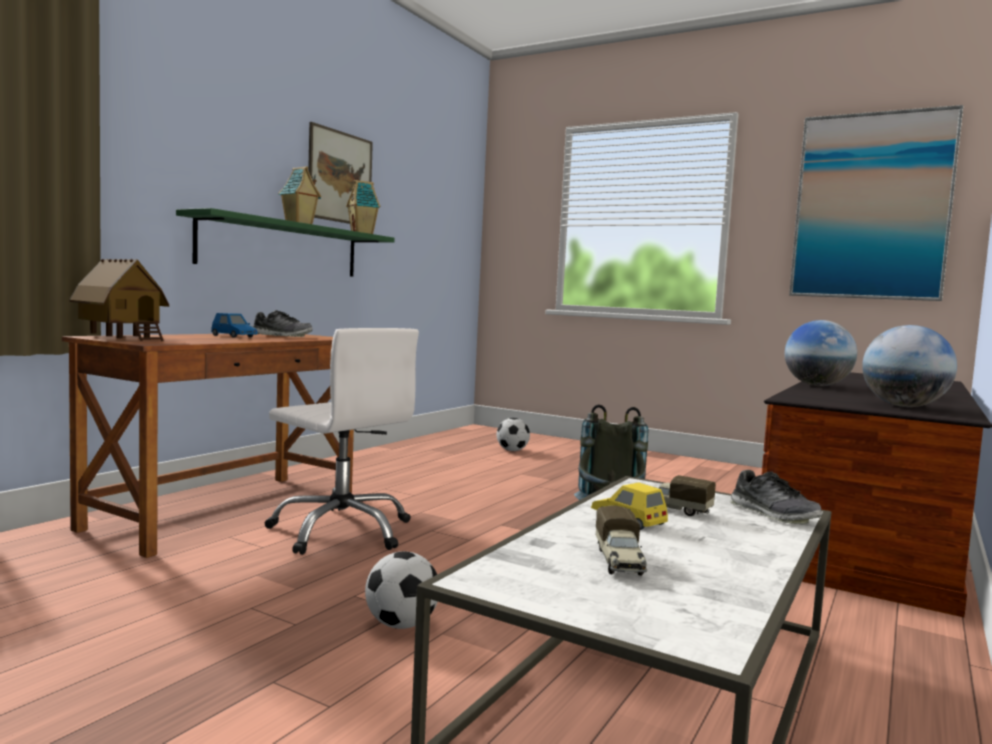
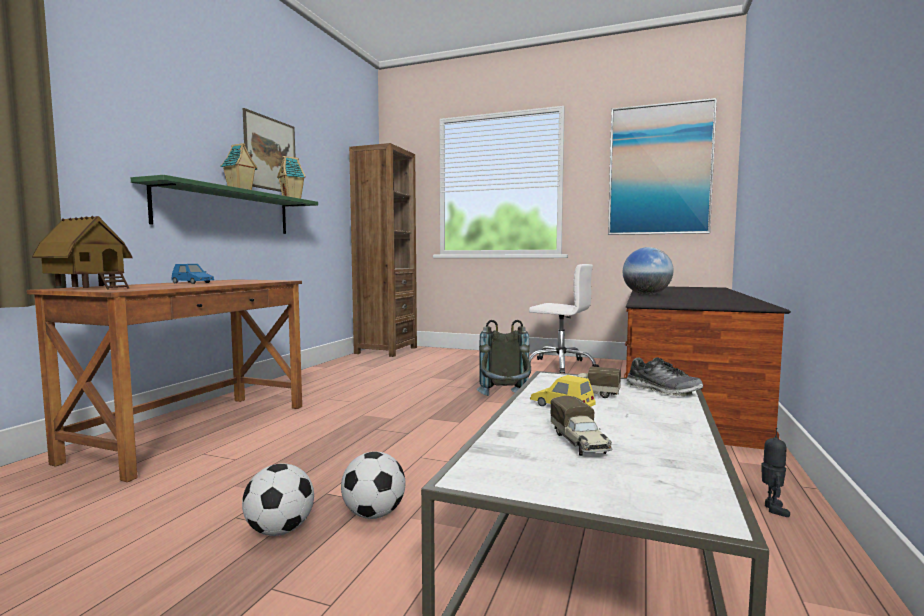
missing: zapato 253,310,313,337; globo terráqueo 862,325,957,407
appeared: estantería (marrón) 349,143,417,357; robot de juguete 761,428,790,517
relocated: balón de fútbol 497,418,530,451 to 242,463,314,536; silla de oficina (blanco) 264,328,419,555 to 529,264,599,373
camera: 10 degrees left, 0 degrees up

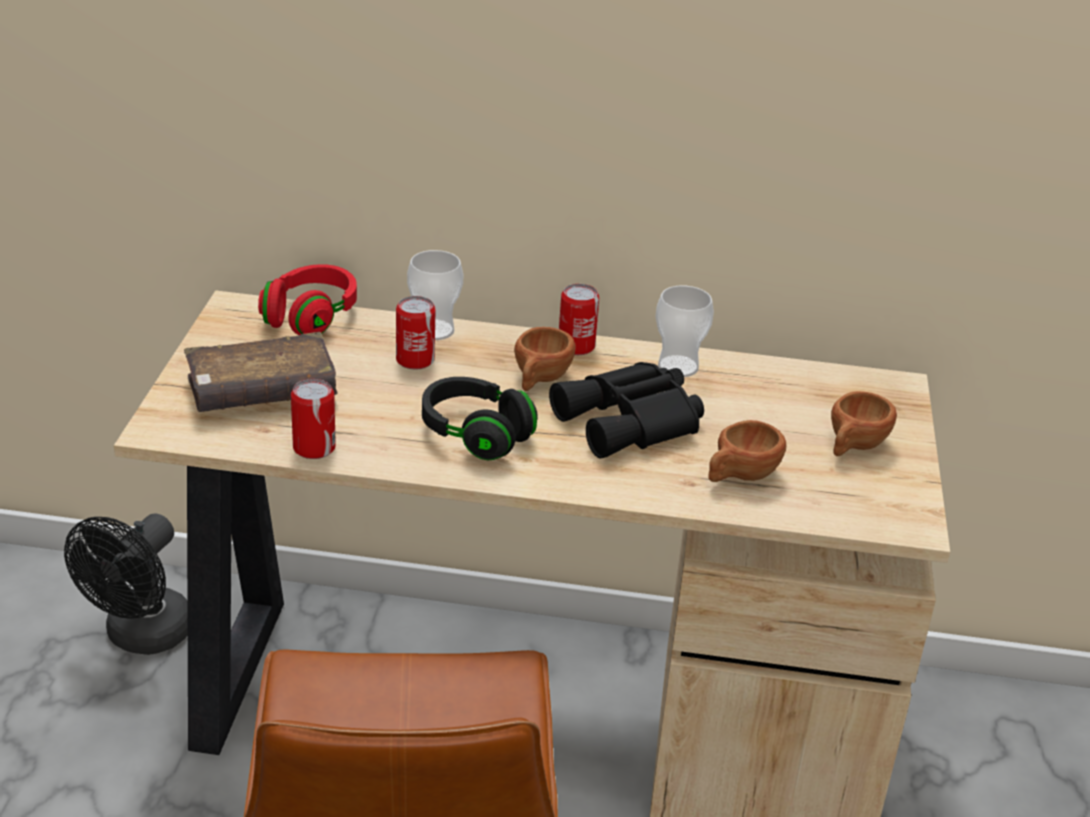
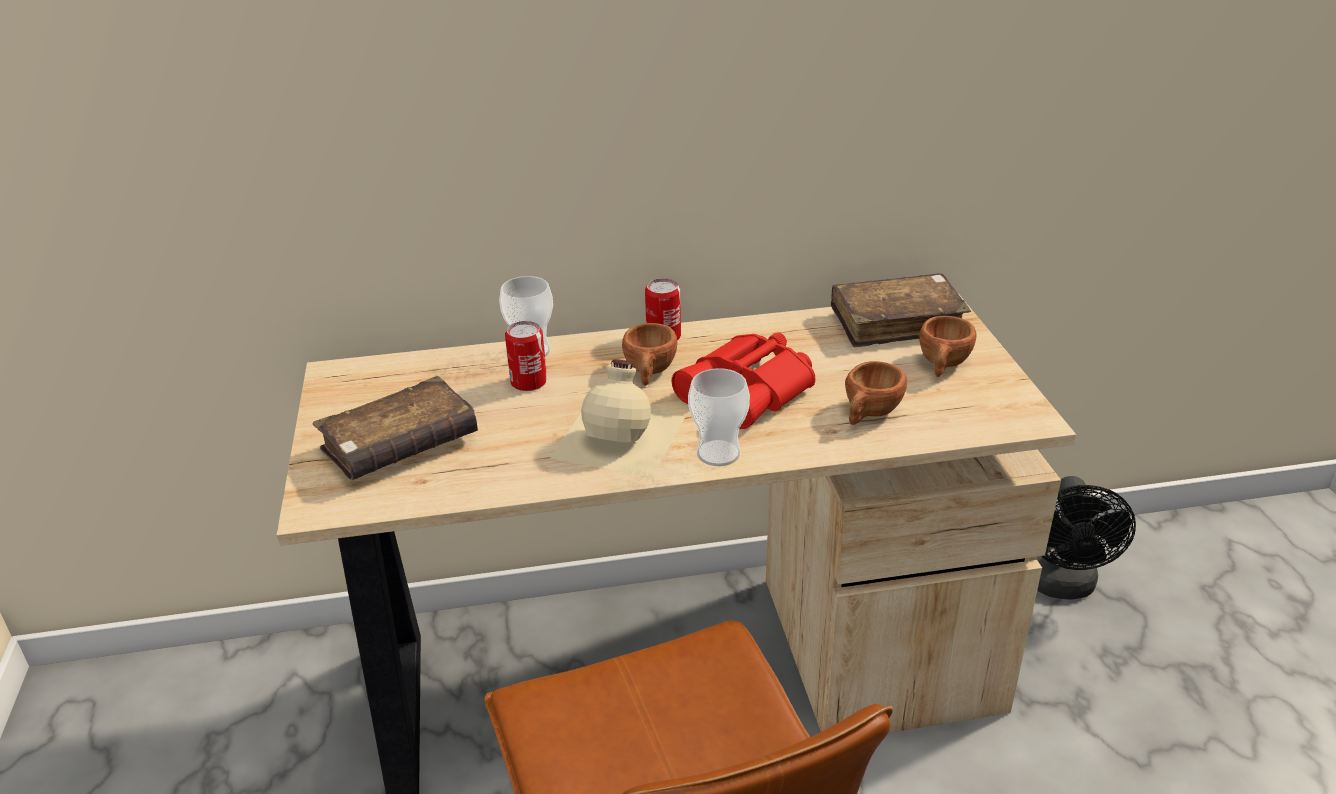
missing: auriculares (rojo) 258,264,357,335; lata 291,379,336,459
appeared: libro (marrón) 831,273,971,347
relocated: taza 656,285,714,377 to 688,368,750,466; ventilador (negro) 64,513,188,655 to 1037,476,1136,599
exchanged: auriculares (negro) 422,377,538,460 to botella (beis) 551,359,686,477
colour: prismáticos (negro) 549,362,704,459 to prismáticos (rojo) 672,333,815,429
camera: 15 degrees left, 0 degrees up

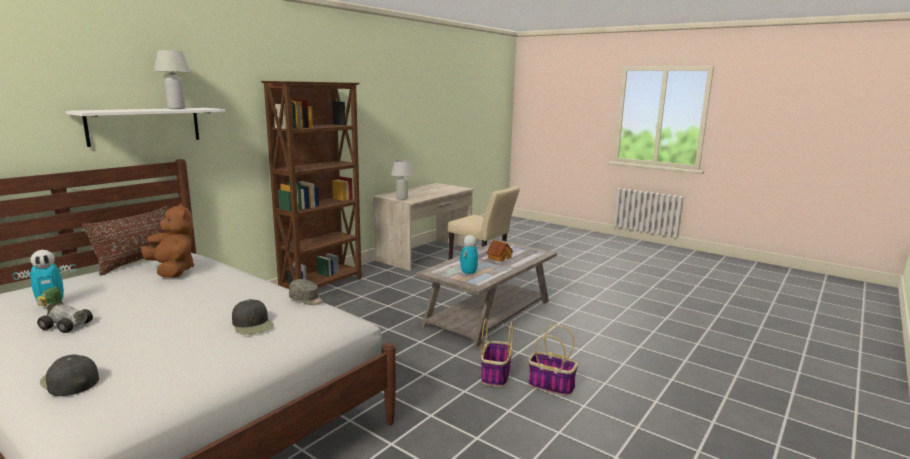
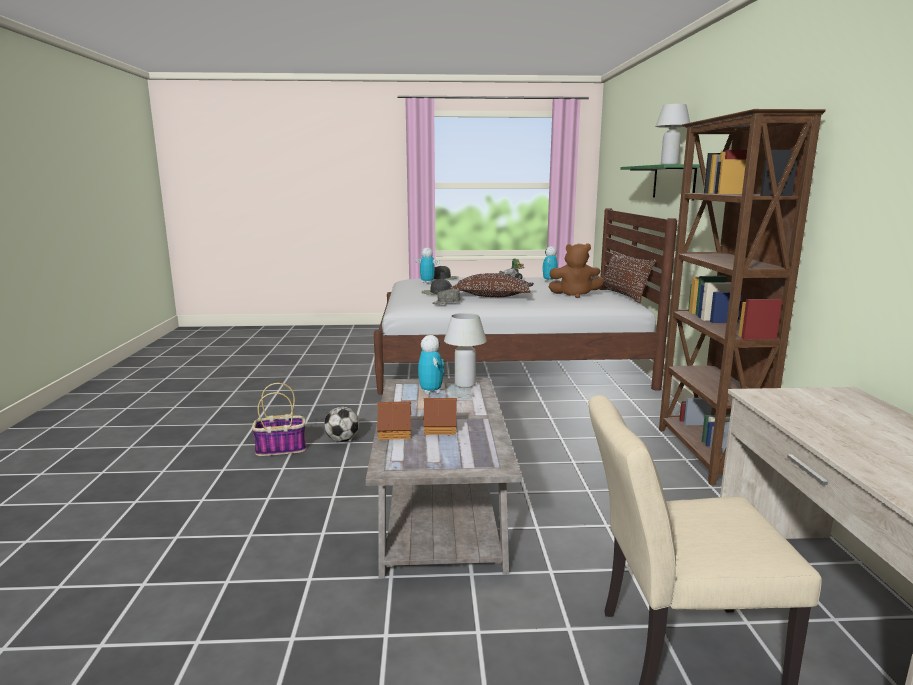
appeared: casita 377,401,411,440; robot de juguete 415,248,440,283; cojín (marrón) 450,273,534,297
relocated: lámpara de mesa (blanco) 391,160,414,200 to 444,313,487,388
exchanged: cesta 481,318,513,387 to balón de fútbol 324,406,359,442
colour: estante (blanco) 66,108,225,147 to estante (verde) 620,164,700,201
camera: 140 degrees right, 0 degrees up

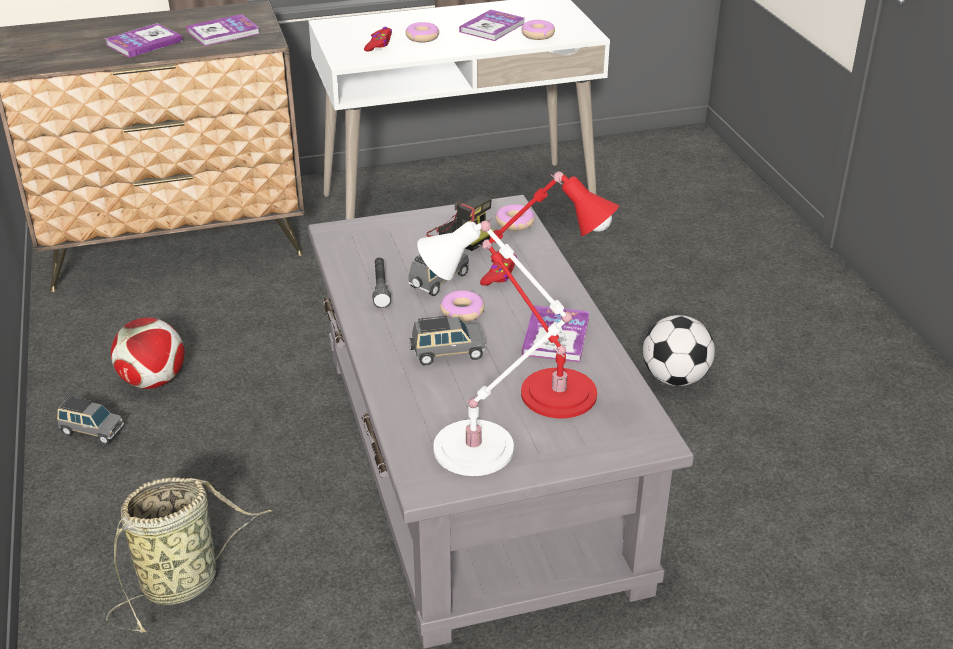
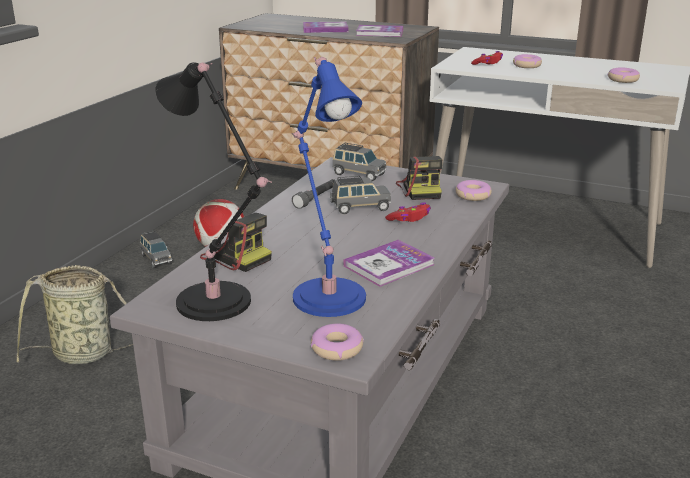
missing: libro 459,9,524,41; balón de fútbol 643,315,715,386
appeared: cámara 200,213,272,272
relocated: rosquilla 440,290,485,322 to 311,324,364,361; coche de juguete (gris) 409,316,485,366 to 332,143,386,181
colour: lámpara de mesa (blanco) 417,218,574,476 to lámpara de mesa (negro) 155,62,272,321; lámpara de mesa (rojo) 478,172,620,418 to lámpara de mesa (azul) 291,57,366,317
camera: 40 degrees right, 10 degrees down

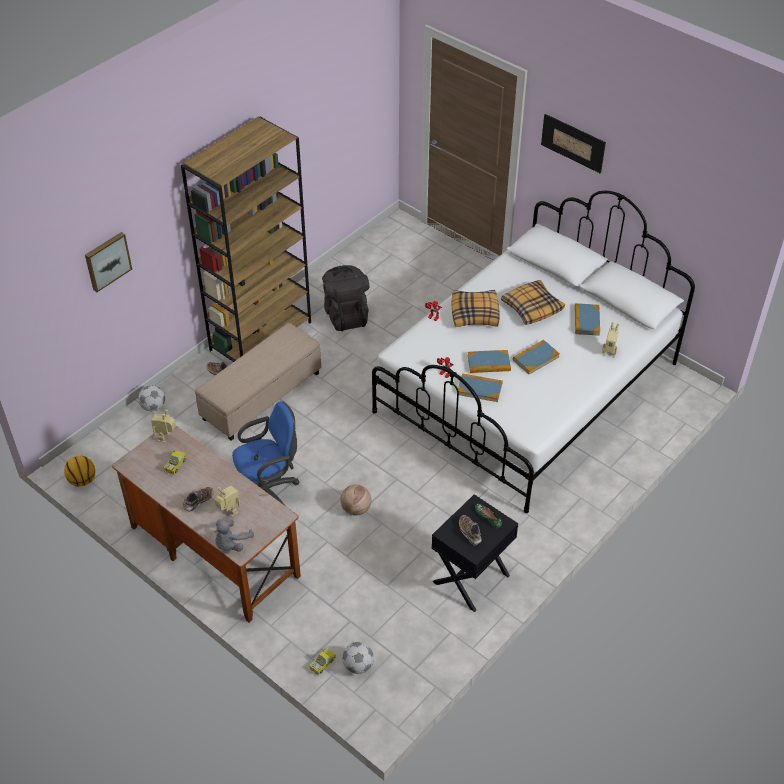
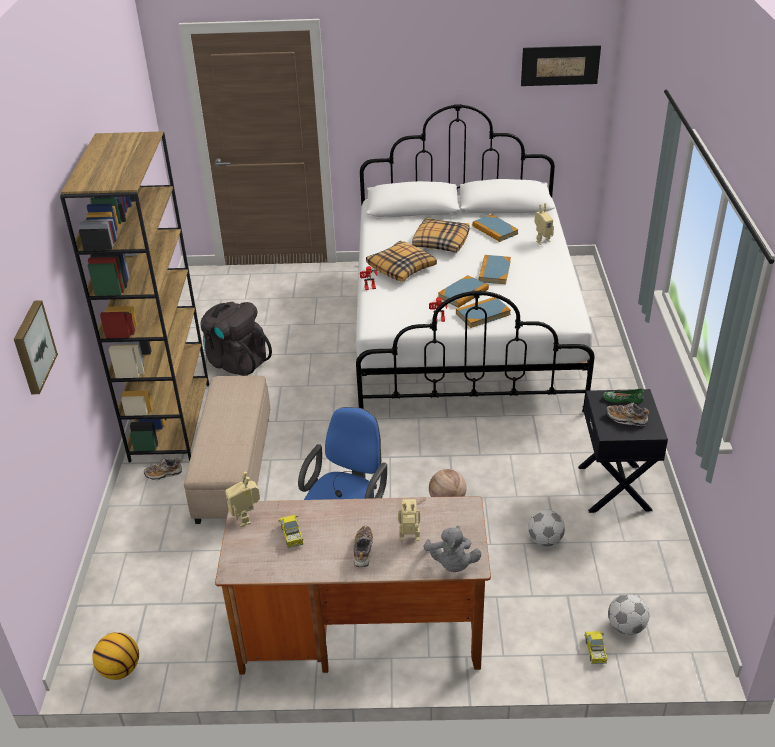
relocated: cuadro 541,114,606,173 to 521,45,601,86; balón de fútbol 138,385,165,412 to 528,509,565,546
camera: 40 degrees left, 10 degrees down

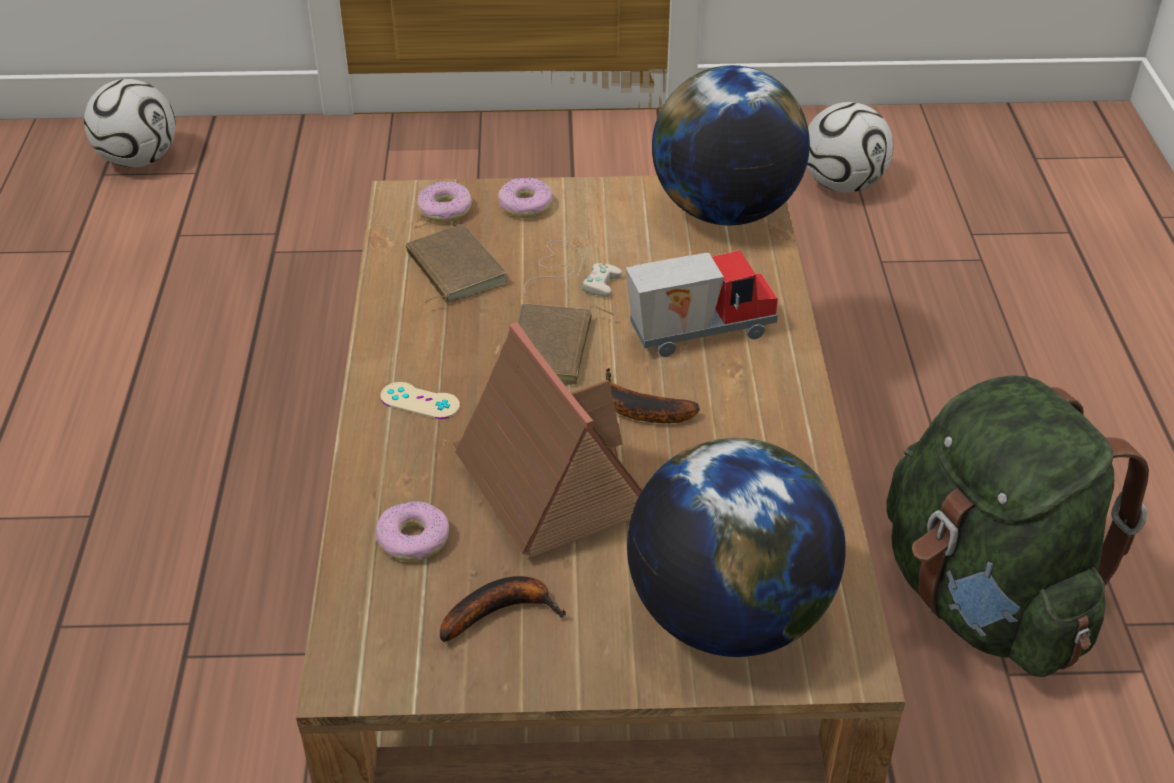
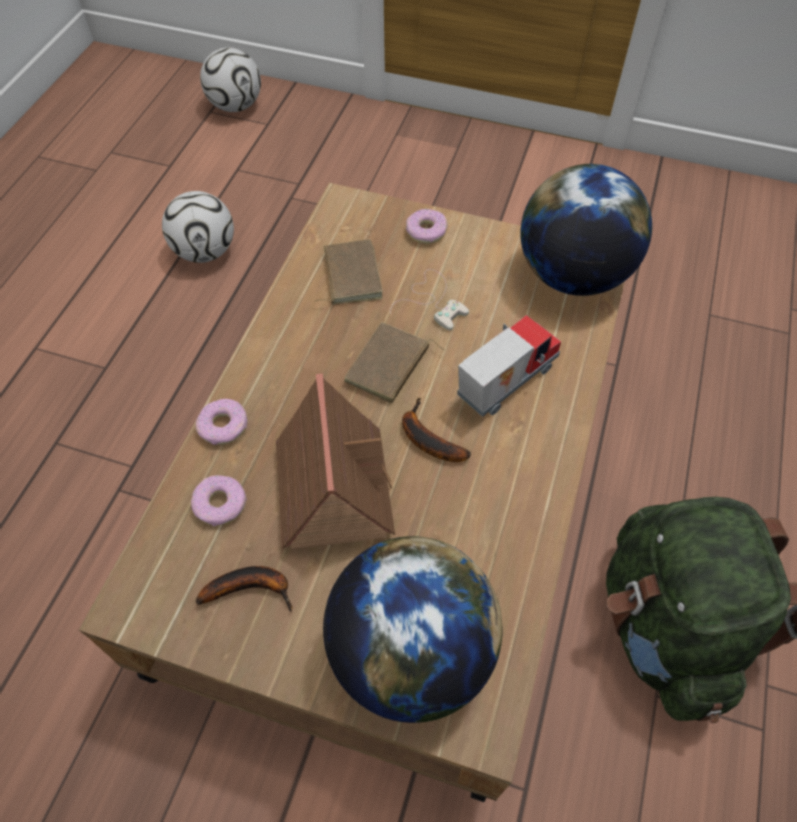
missing: mando de consola (beis) 380,382,460,419
relocated: balón de fútbol 807,102,893,193 to 162,191,234,263; rosquilla 417,181,473,222 to 196,399,248,445
spun: camión de juguete 626,249,778,357 = 457,315,561,417 45 degrees counterclockwise
camera: 20 degrees right, 15 degrees up

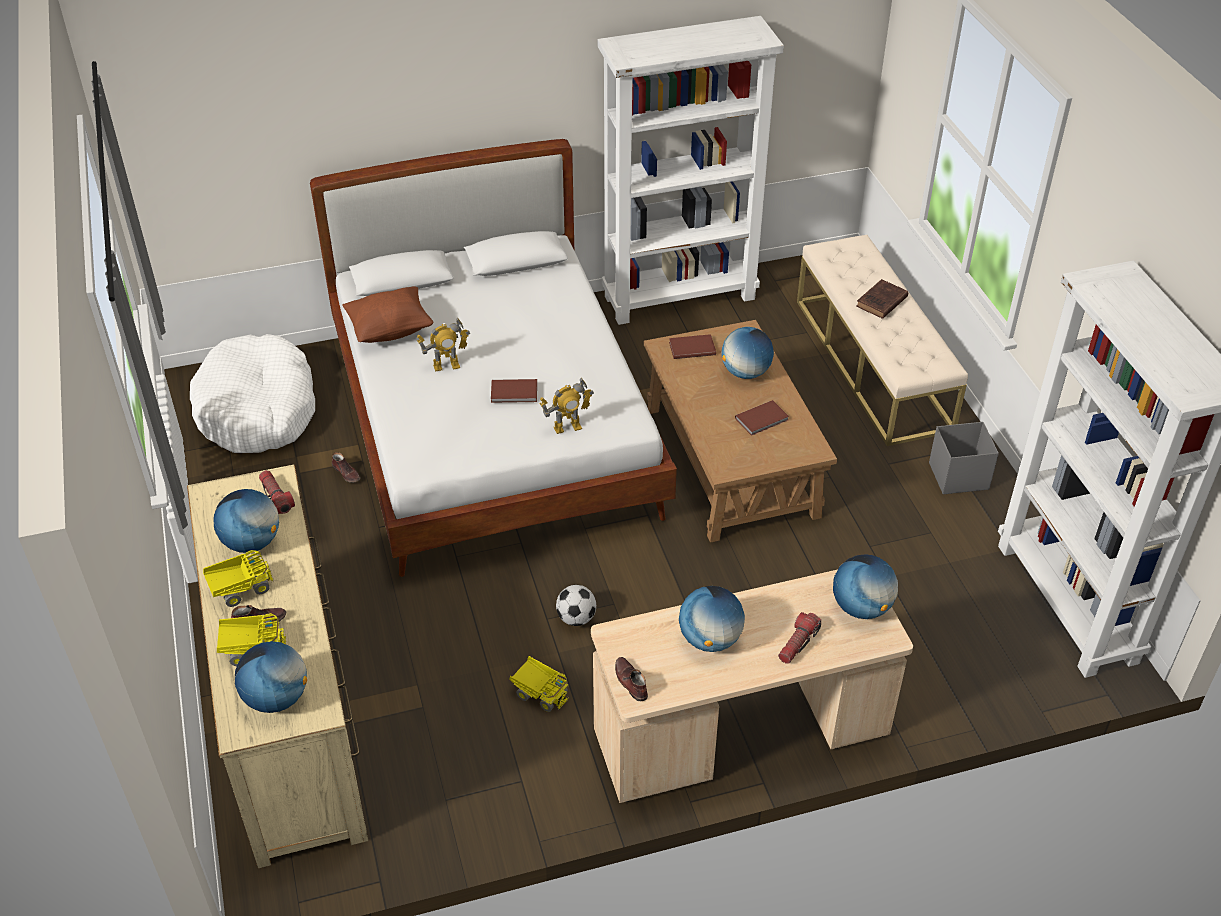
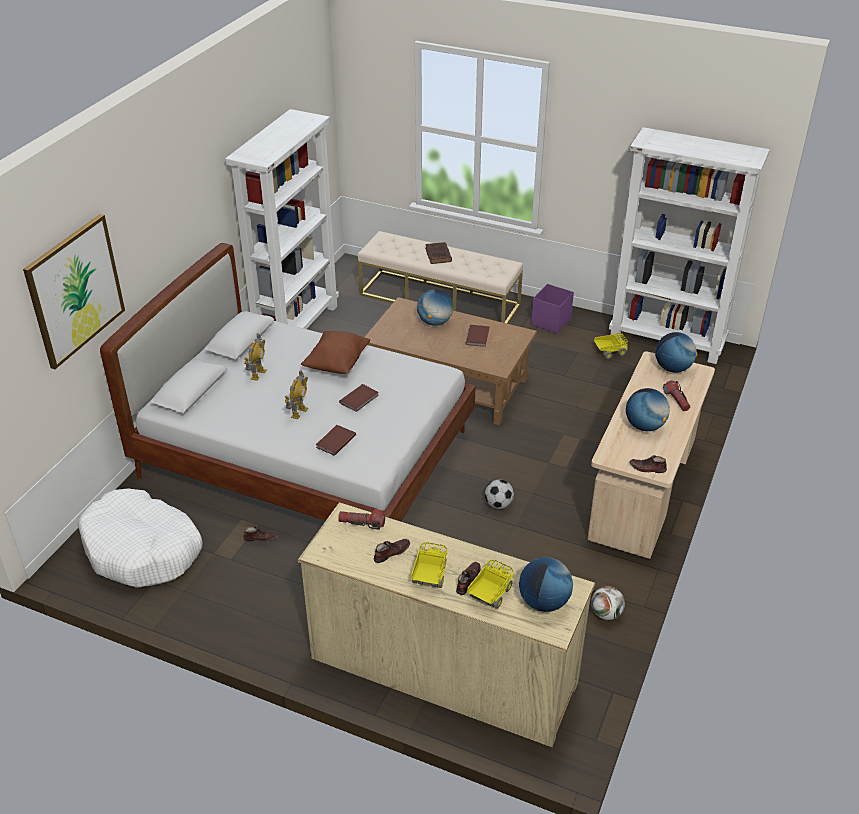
appeared: cuadro 23,214,125,369; balón de fútbol 591,586,625,620
relocated: robot de juguete 539,378,594,434 to 244,333,267,381; cojín (marrón) 342,286,434,343 to 301,331,370,374; libro (marrón) 669,334,716,359 to 316,425,356,456; camión de juguete 509,656,569,712 to 594,333,628,359
exchanged: globo terráqueo 213,489,279,553 to zapato (marrón) 373,539,410,563
colour: caja de almacenaje (gris) 929,422,999,494 to caja de almacenaje (morado) 531,284,574,334
camera: 50 degrees left, 5 degrees down

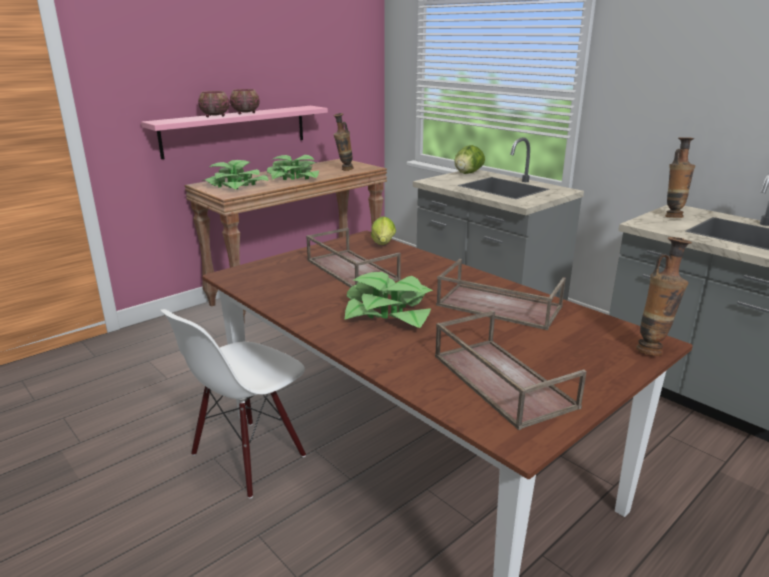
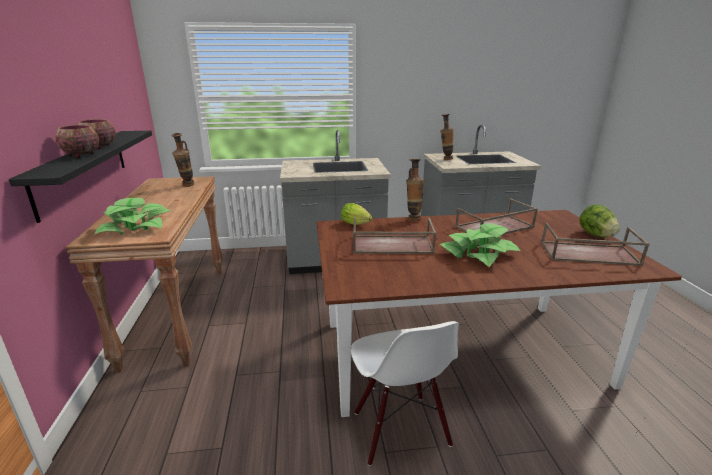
missing: planta en maceta 267,155,319,180
relocated: florero 636,237,692,356 to 406,159,424,221; lechuga 454,145,485,174 to 579,205,620,237
colour: estante (rosa) 141,106,328,159 to estante (negro) 9,131,152,223
camera: 55 degrees left, 0 degrees up

